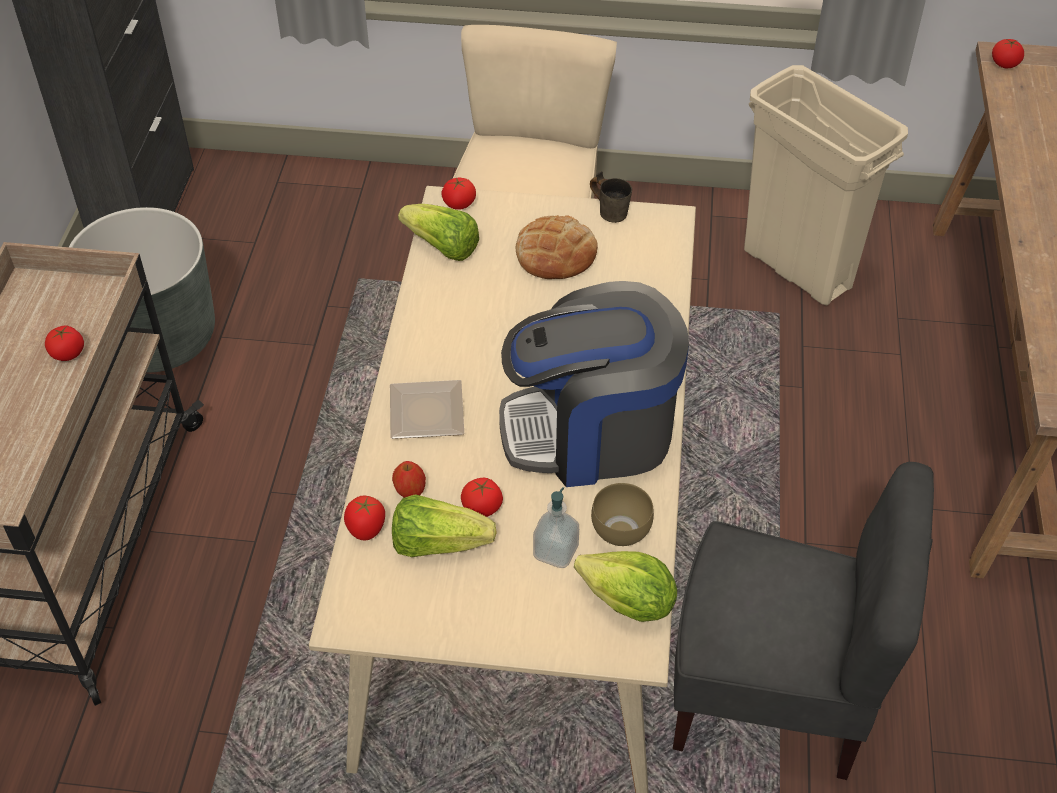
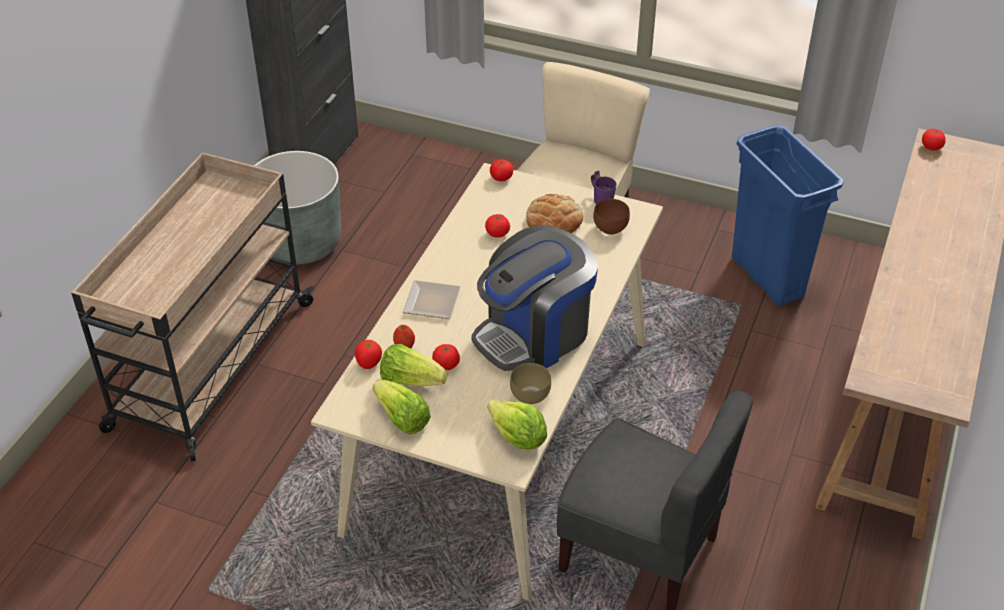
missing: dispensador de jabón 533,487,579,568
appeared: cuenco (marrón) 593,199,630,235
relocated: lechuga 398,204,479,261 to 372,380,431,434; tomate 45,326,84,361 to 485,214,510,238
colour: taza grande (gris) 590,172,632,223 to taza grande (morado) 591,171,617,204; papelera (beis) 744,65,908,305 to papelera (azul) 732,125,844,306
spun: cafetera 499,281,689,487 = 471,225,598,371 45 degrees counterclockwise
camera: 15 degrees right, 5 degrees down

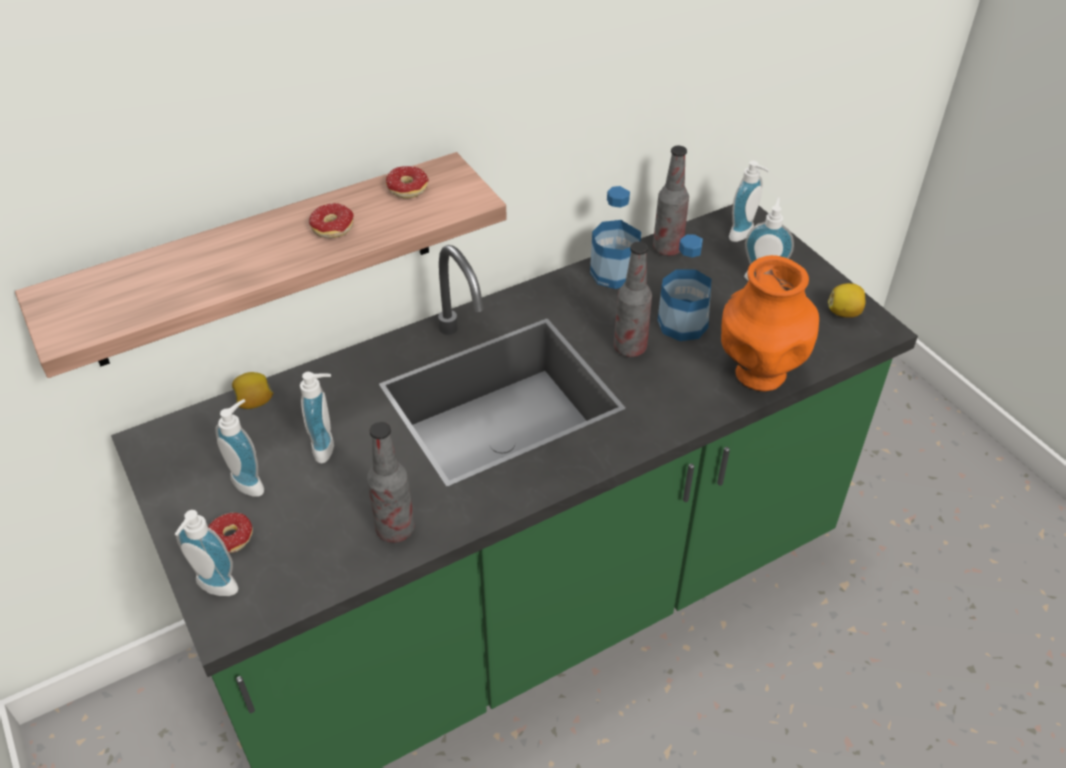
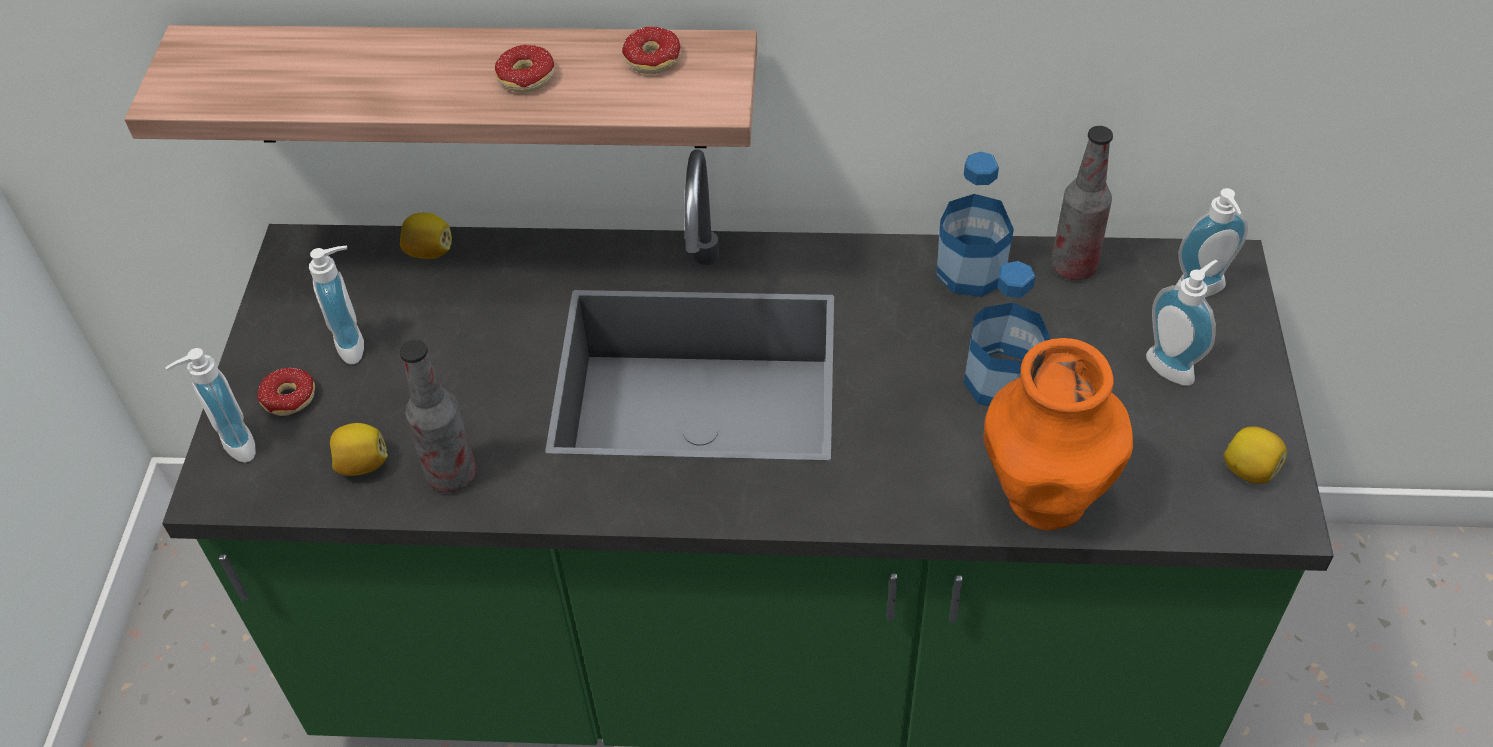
missing: dispensador de jabón 300,372,334,463; botella 614,242,652,357
appeared: limón 330,423,388,476
camera: 35 degrees right, 5 degrees up

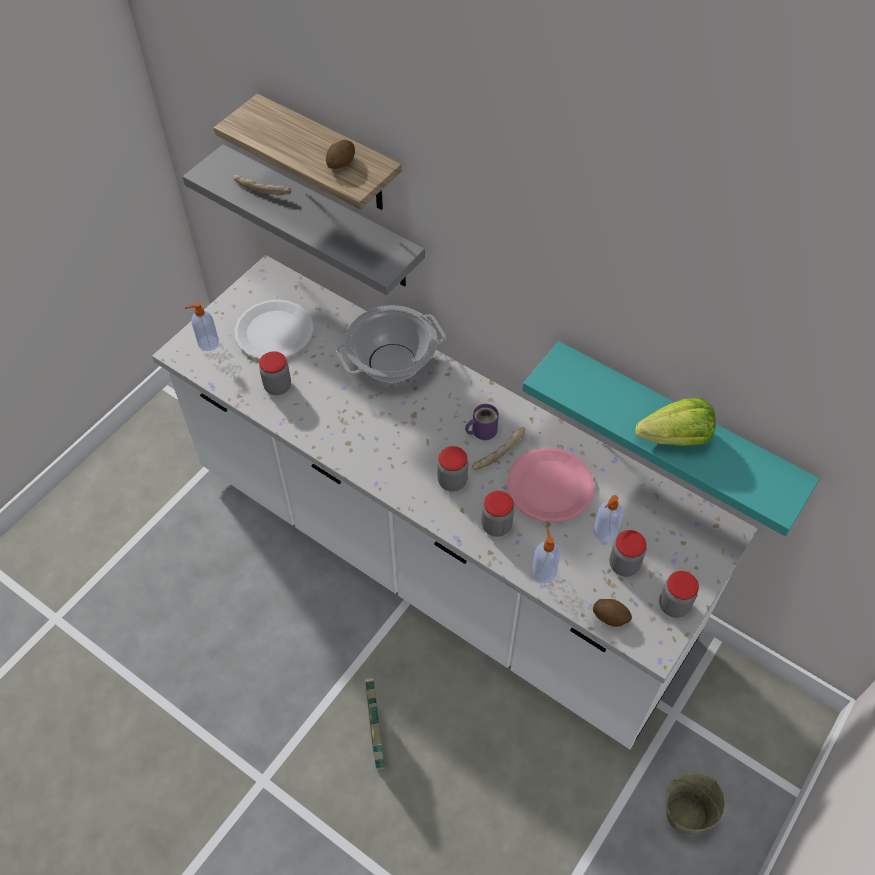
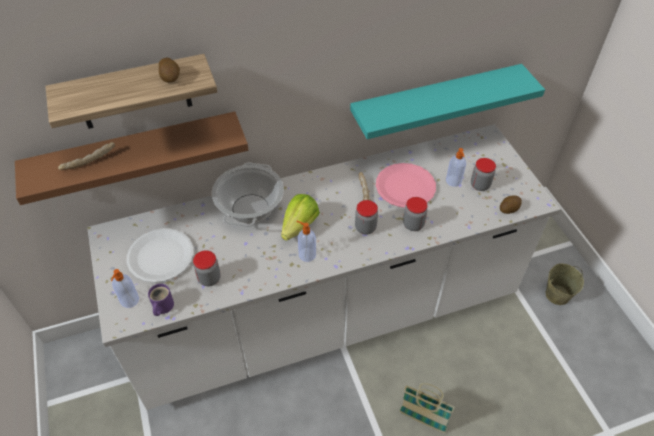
missing: tarro 659,571,699,618
relocated: taza grande (morado) 465,404,499,440 to 148,284,174,316; lechuga 635,398,716,446 to 281,194,320,241; dispensador de jabón 532,527,560,583 to 296,221,316,262
colour: estante (gris) 182,144,425,295 to estante (marrón) 15,111,248,205
camera: 55 degrees left, 5 degrees down

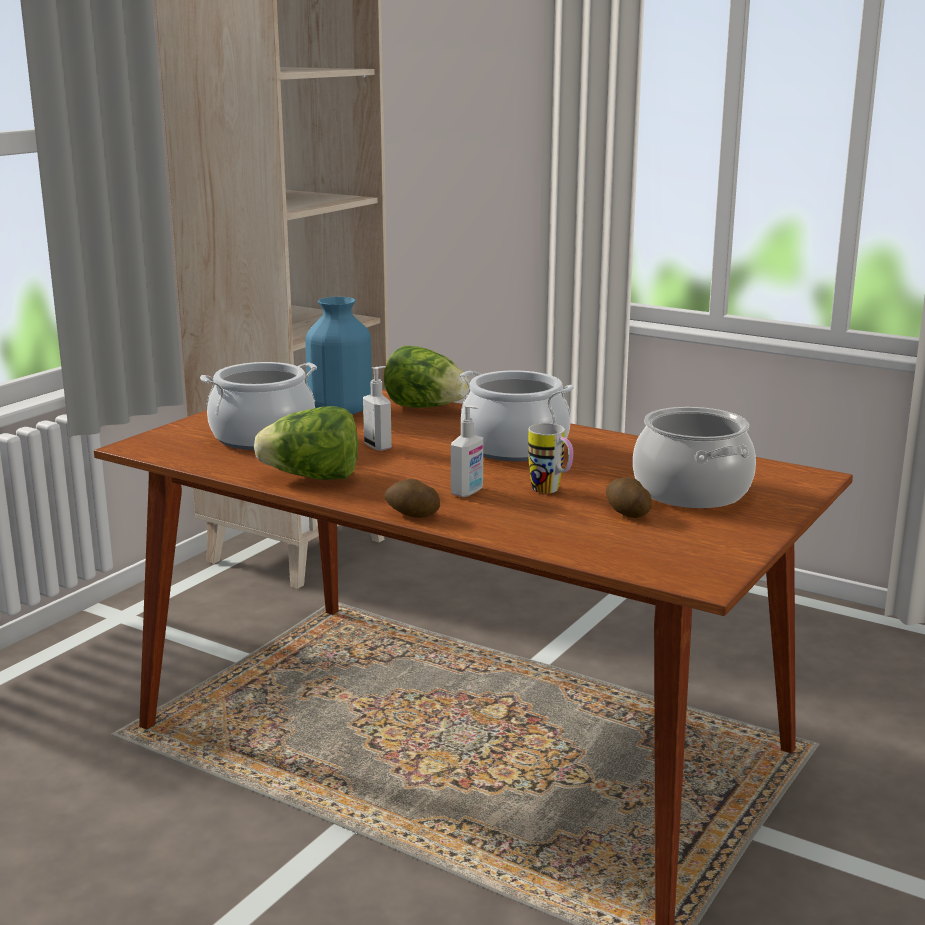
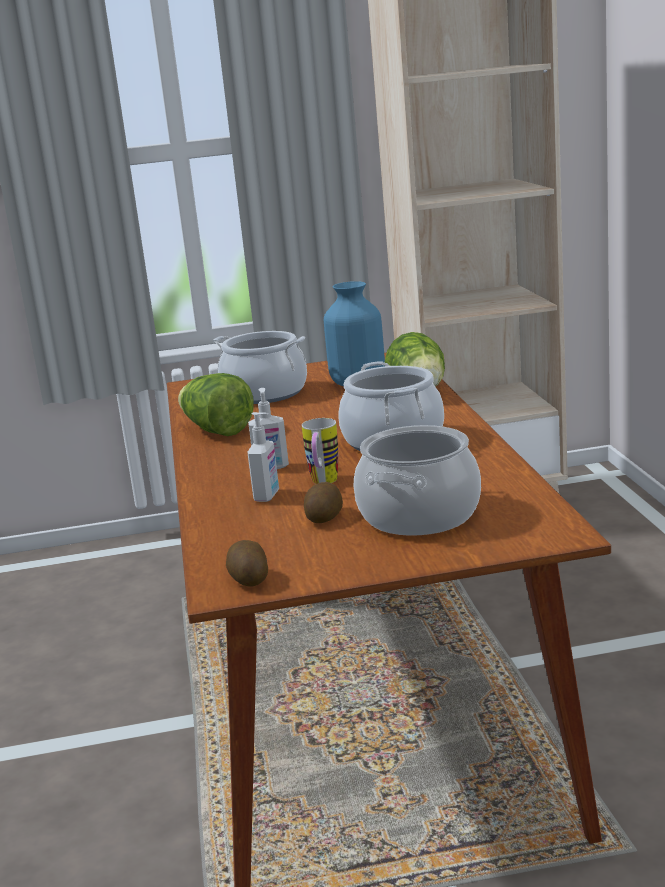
relocated: patata 384,479,440,518 to 226,540,268,586; dispensador de jabón 363,366,392,451 to 247,412,279,502
camera: 50 degrees right, 0 degrees up

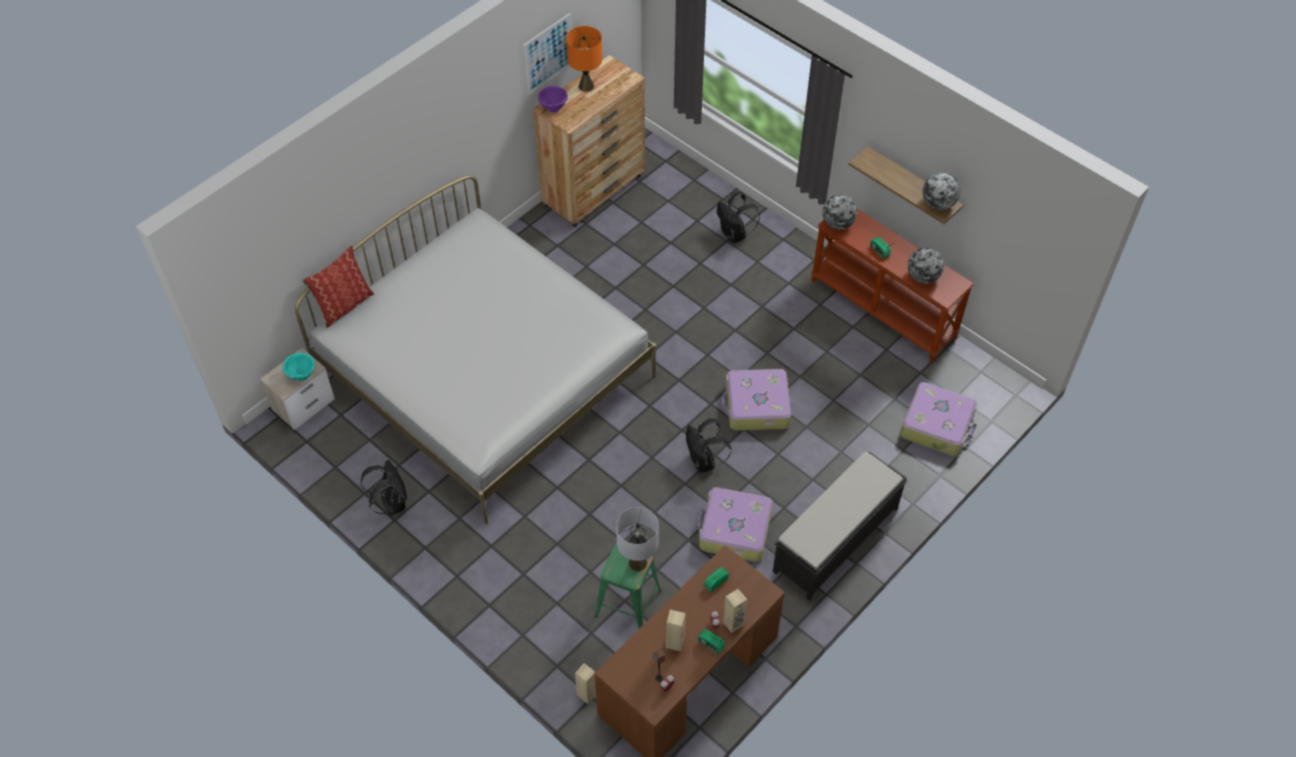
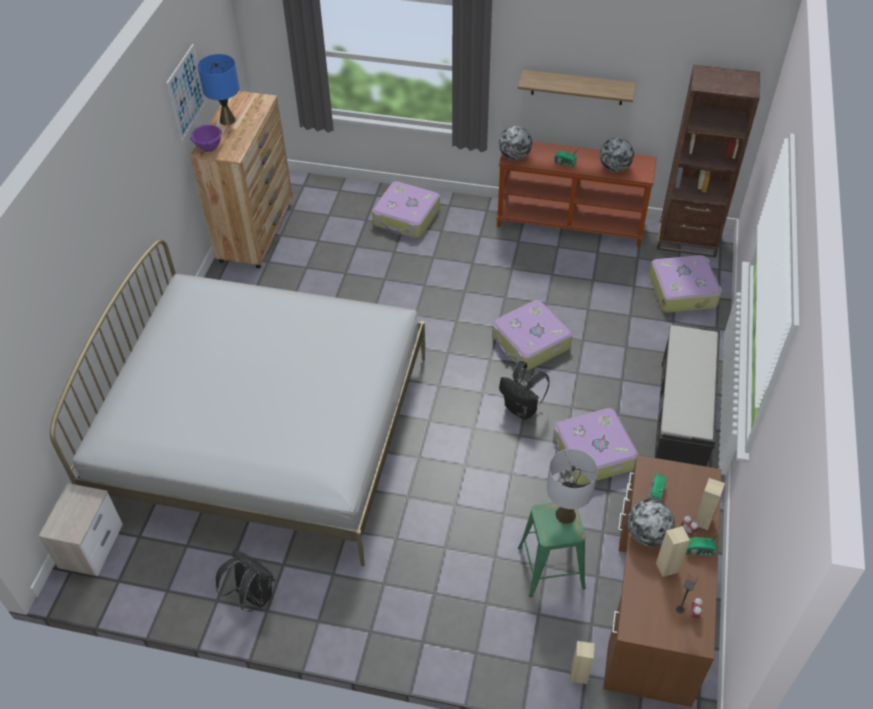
missing: cuenco (turquesa) 283,353,315,381; cojín 302,245,374,328
appeared: estantería (marrón) 657,65,760,257
relocated: globo terráqueo 922,172,961,210 to 627,499,675,547
exchanged: mochila (negro) 717,191,760,243 to maleta 372,181,440,238
colour: lámpara de mesa (naranja) 566,26,602,92 to lámpara de mesa (azul) 197,54,240,125
camera: 30 degrees left, 5 degrees down

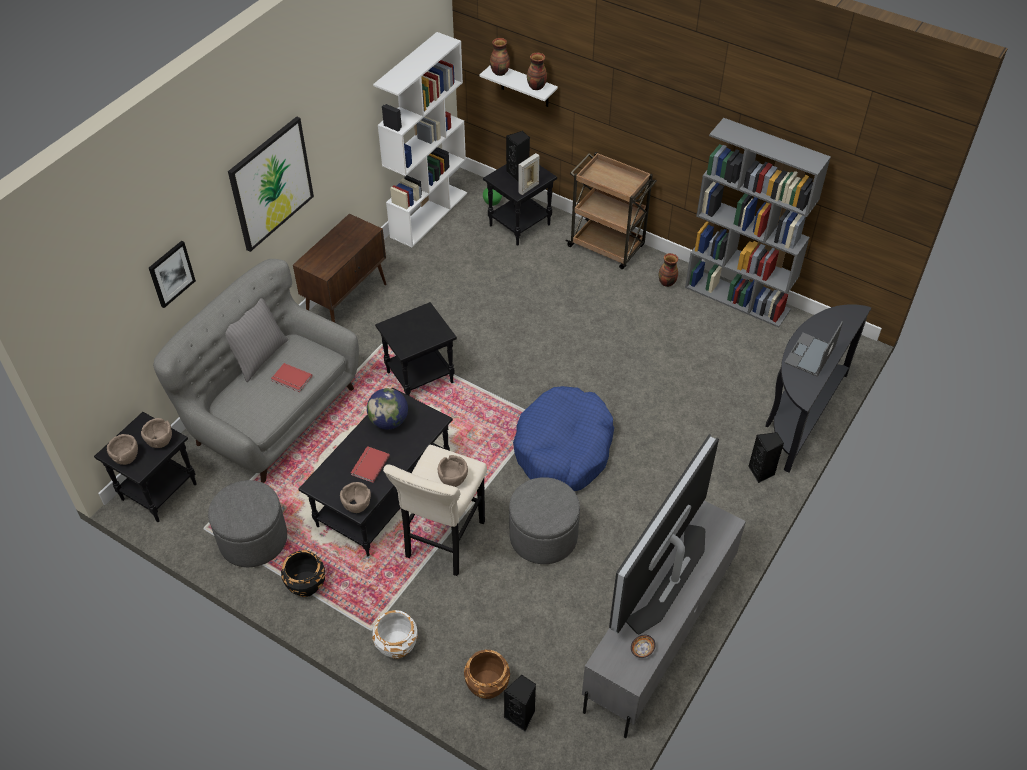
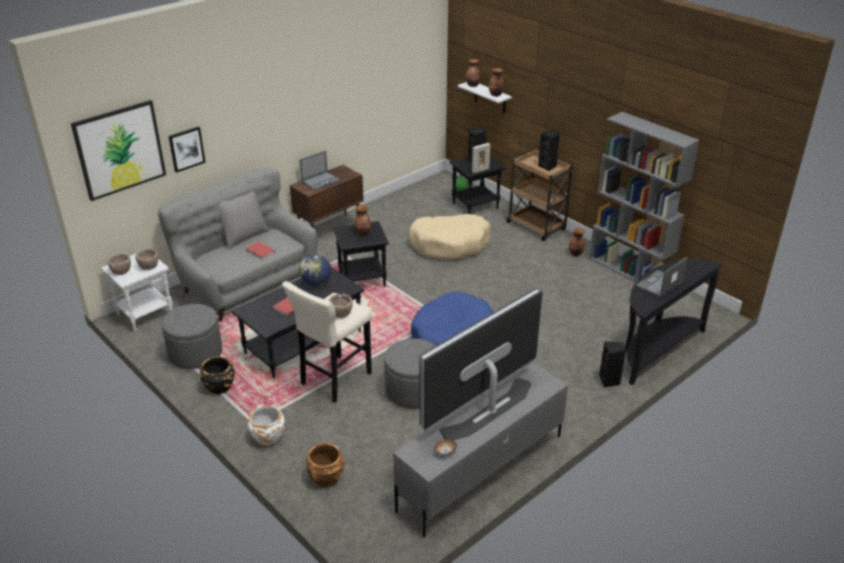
missing: cuenco (marrón) 340,482,371,513; estantería (blanco) 373,32,467,247
appeared: portátil 299,151,341,190; florero 354,205,371,236; cama para perro (beis) 409,214,491,260
relocated: cuadro 228,116,314,252 to 71,100,166,201; altavoz (negro) 504,675,536,732 to 538,130,560,171
colour: mesa auxiliar (negro) 94,412,197,522 to mesa auxiliar (blanco) 101,253,173,331
camera: 15 degrees right, 15 degrees down

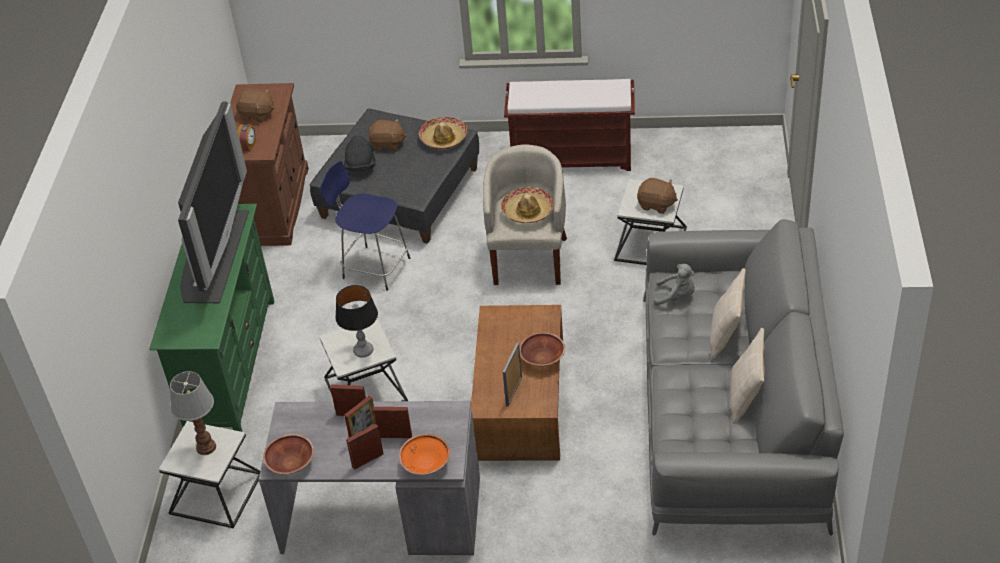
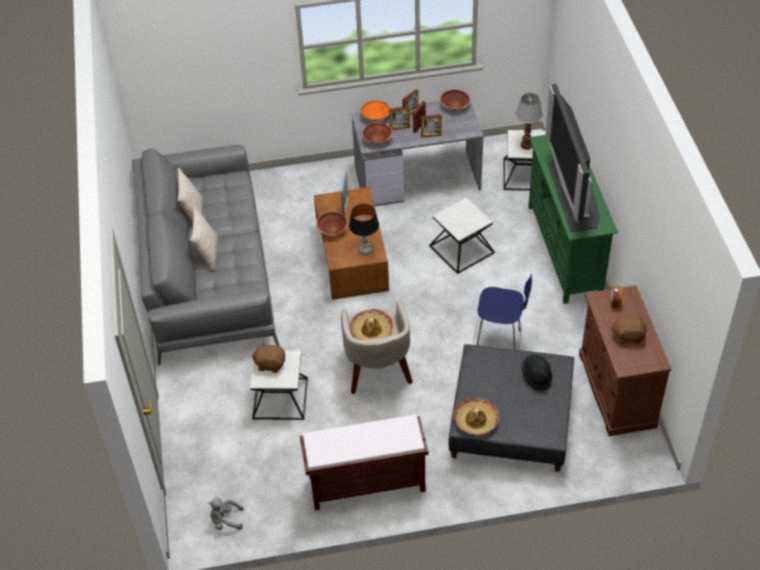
missing: peluche (marrón) 369,119,407,151
appeared: cuenco (marrón) 362,123,393,144
relocated: peluche (gris) 654,264,695,306 to 208,497,243,530; lámpara de mesa 335,285,378,358 to 349,204,379,255
camera: 165 degrees right, 5 degrees up

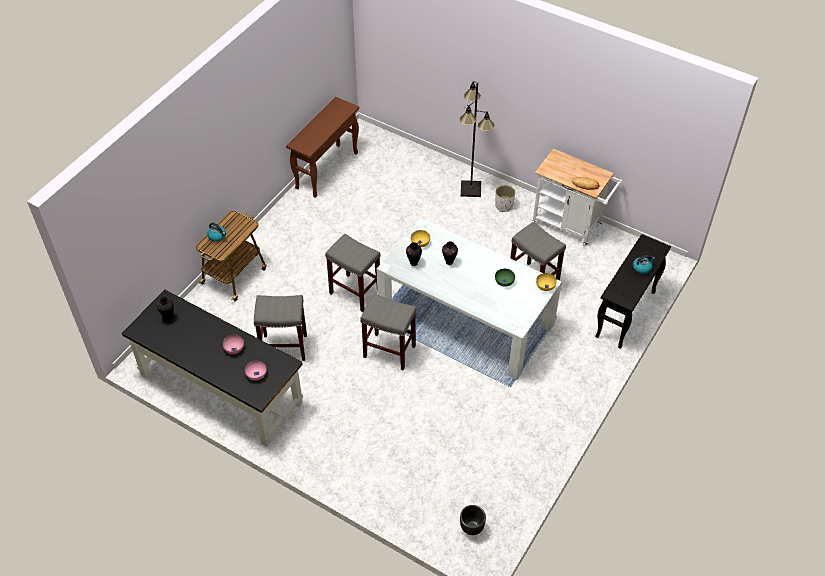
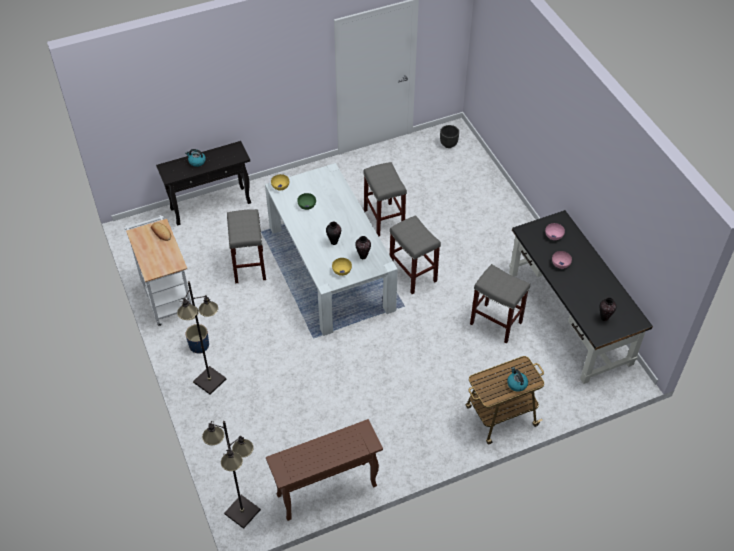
appeared: lámpara de pie (negro) 202,421,261,529
relocated: taburete (gris) 325,234,380,312 to 363,162,407,236
colour: maceta (blanco) 495,185,515,212 to maceta (azul) 186,324,209,353
camera: 145 degrees left, 0 degrees up

